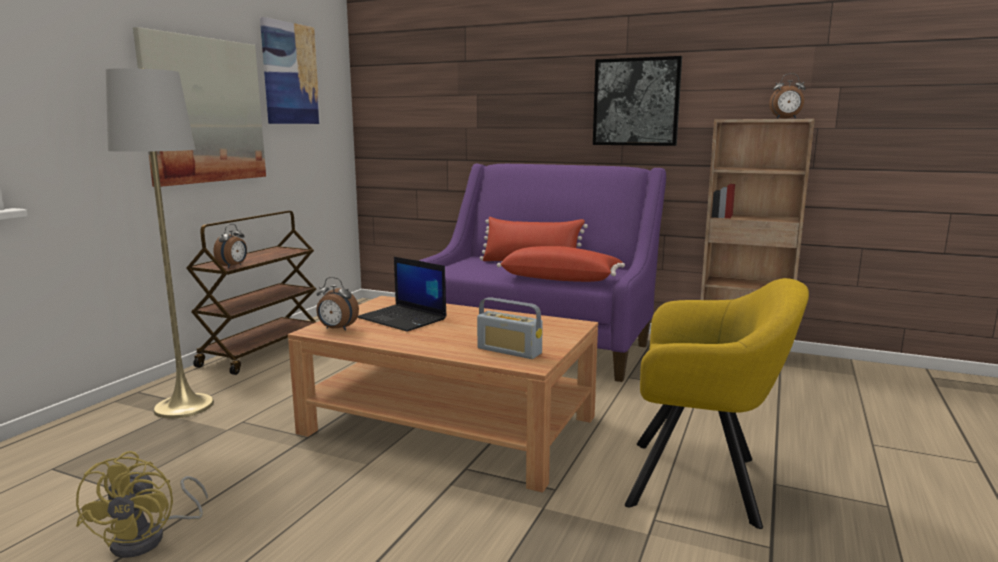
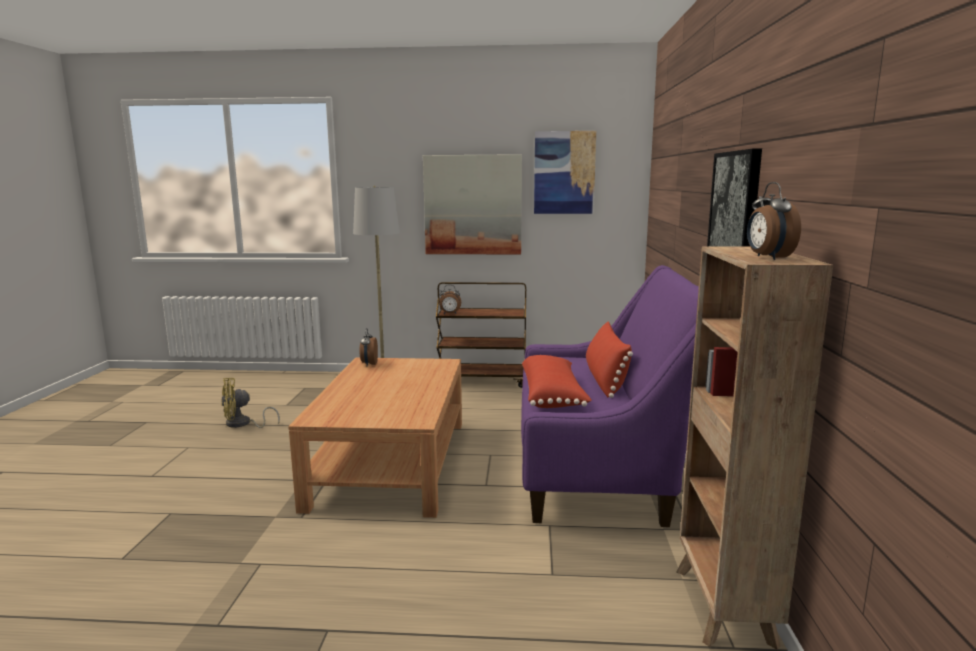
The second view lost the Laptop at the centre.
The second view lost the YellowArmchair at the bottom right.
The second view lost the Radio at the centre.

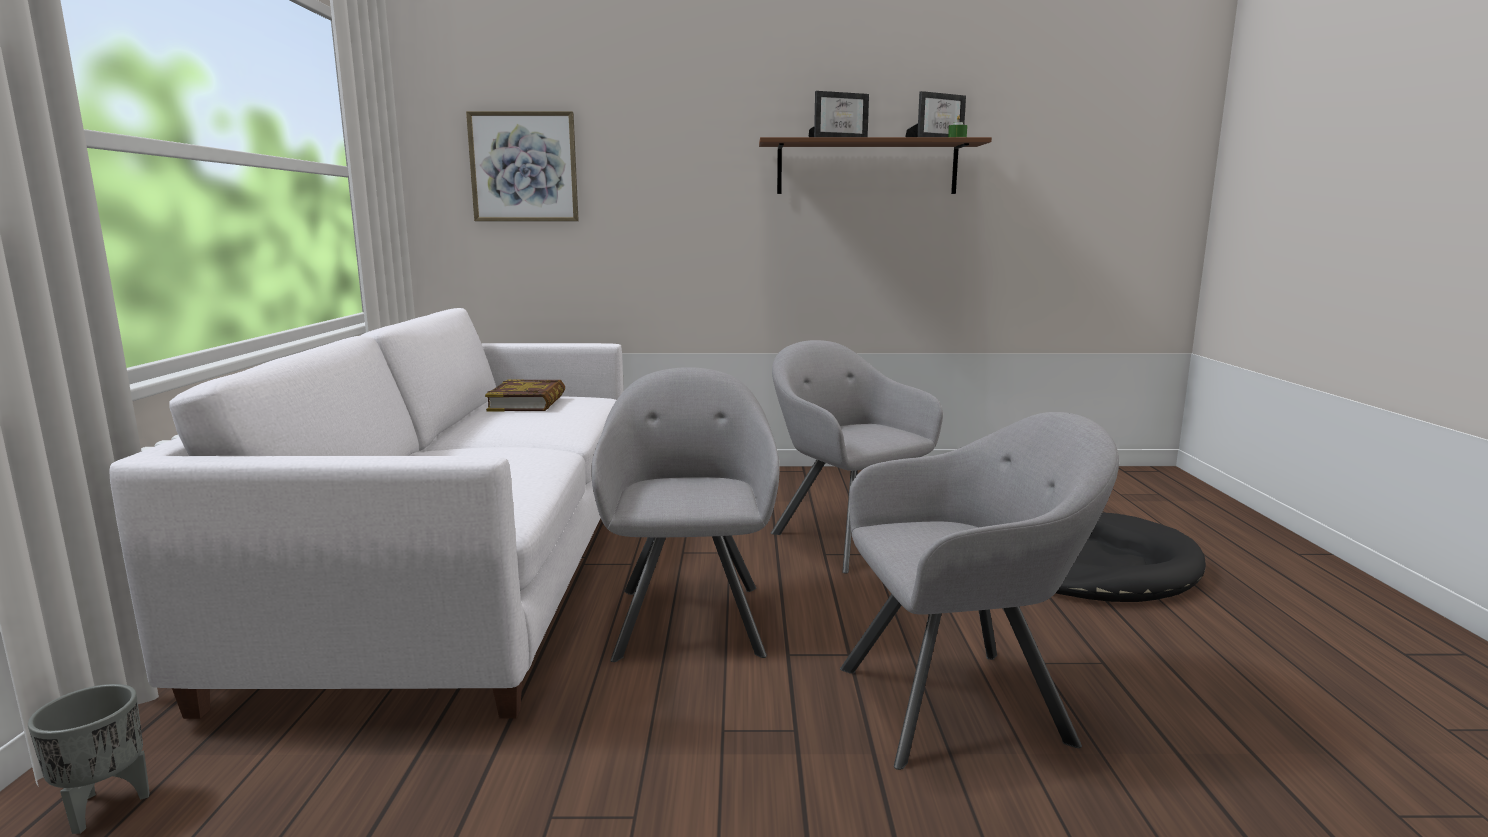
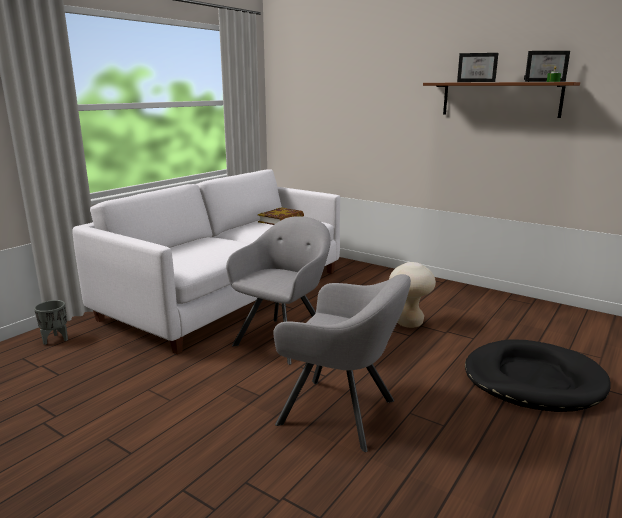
The second view lost the Picture at the top centre.
Where the GreyArmchair (2nd from left) stood at the centre, the BeigeStool came to stand at the centre.

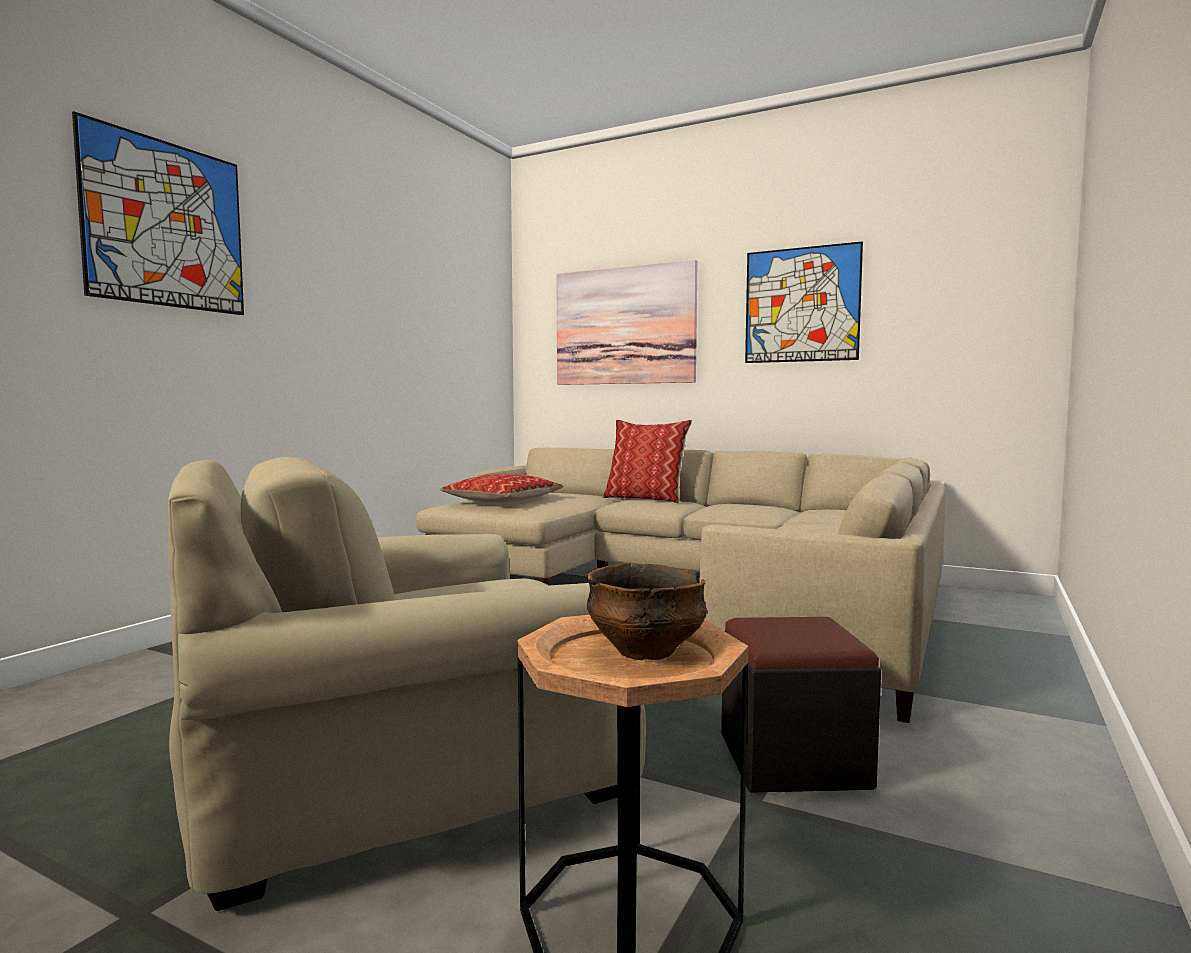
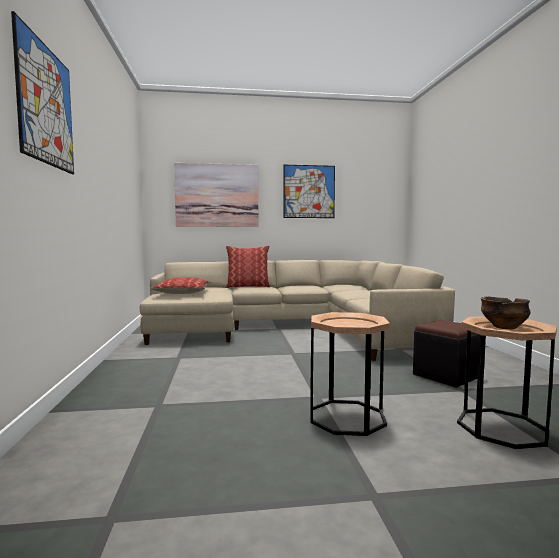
Where the BeigeArmchair stood at the bottom centre, the BrownSideTable (1st from left) came to stand at the bottom centre.

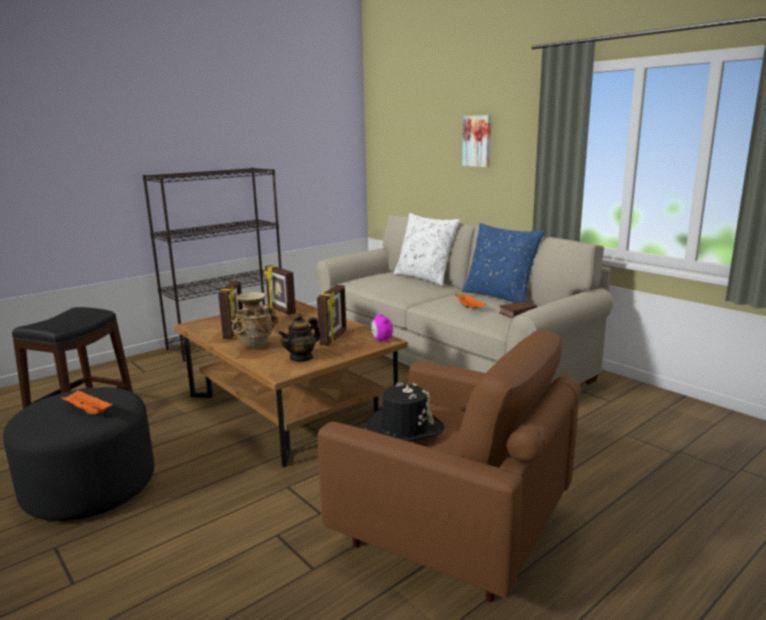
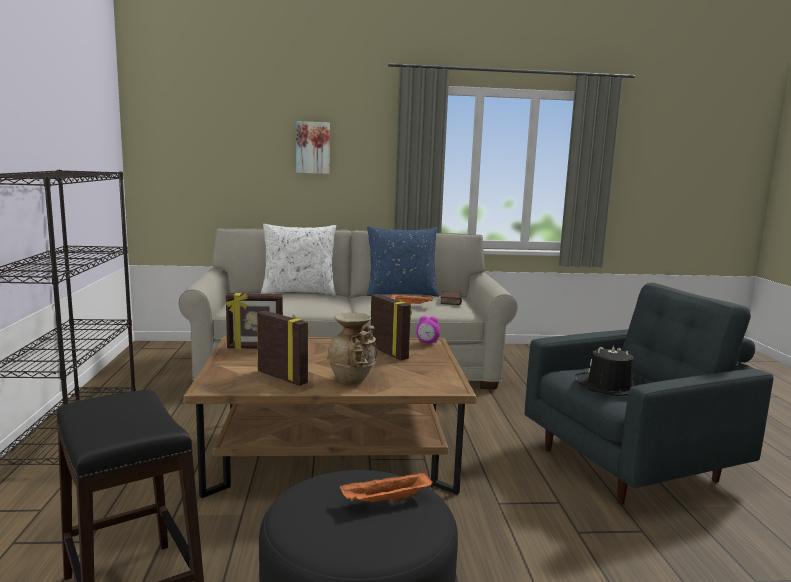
The second view lost the Teapot at the centre.
What was the BrownArmchair at the bottom centre turned into the GreyArmchair at the bottom right.

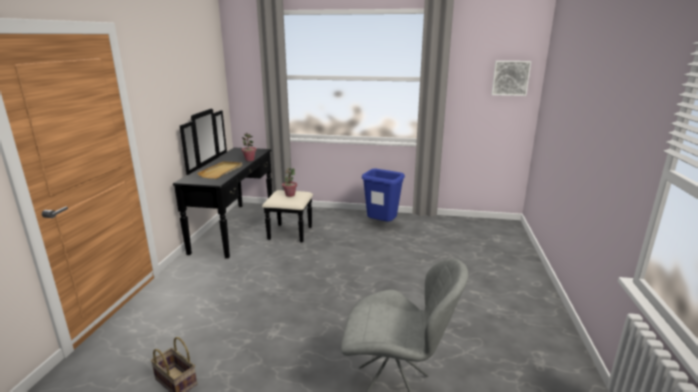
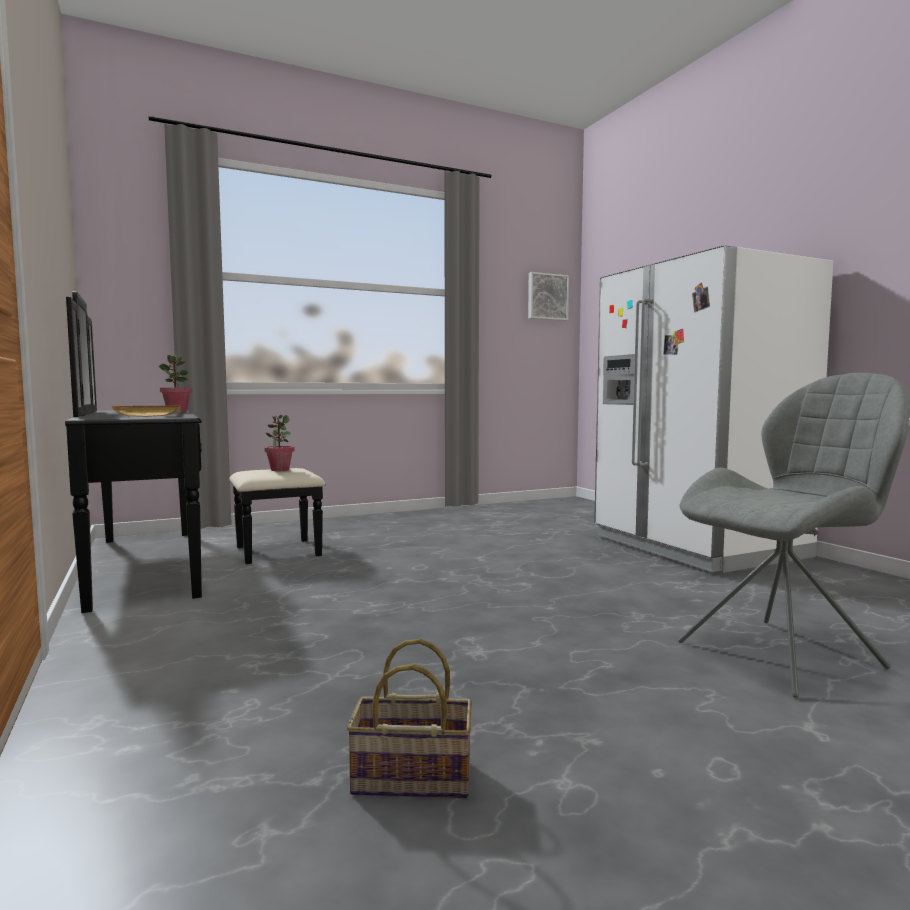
The second view lost the BlueTrashCan at the centre.
The second view gained the WhiteFridge at the middle right.

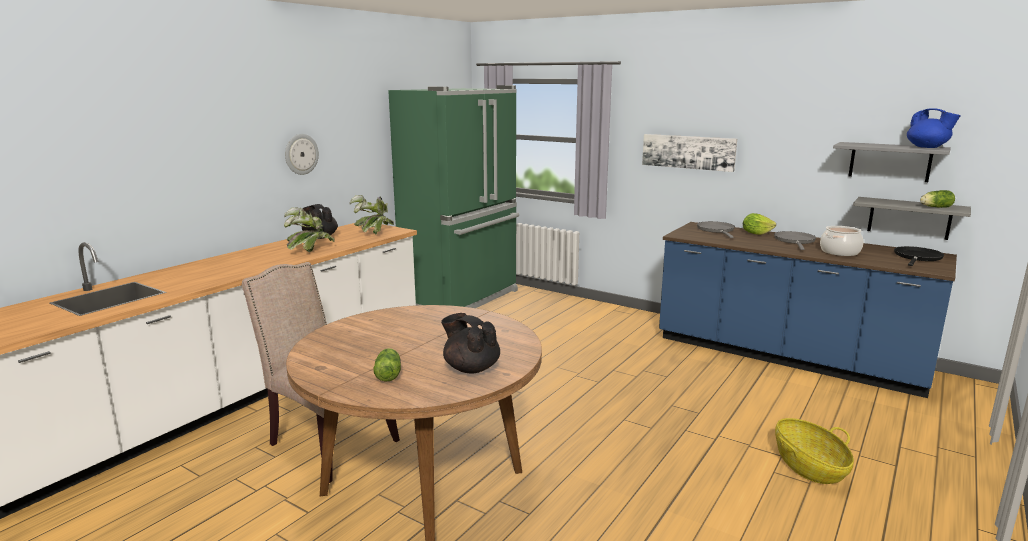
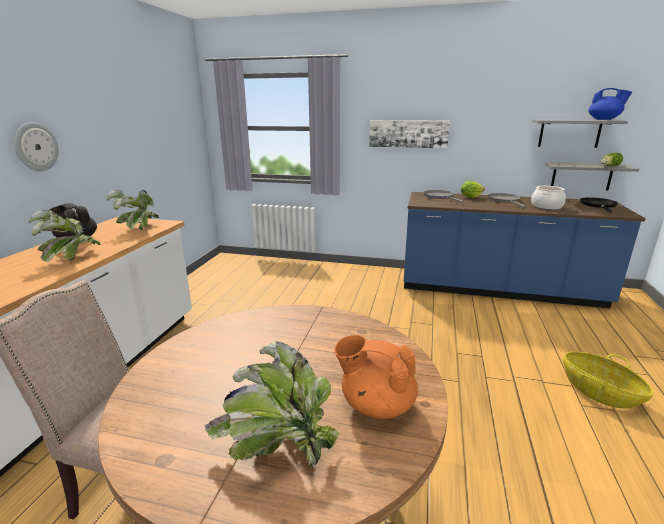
The second view lost the GreenFridge at the centre.
What was the BlackTeapot (2nd from left) at the centre turned into the OrangeTeapot at the bottom centre.
Where the Lettuce (1st from left) stood at the bottom centre, the PottedPlant (3rd from left) came to stand at the bottom centre.

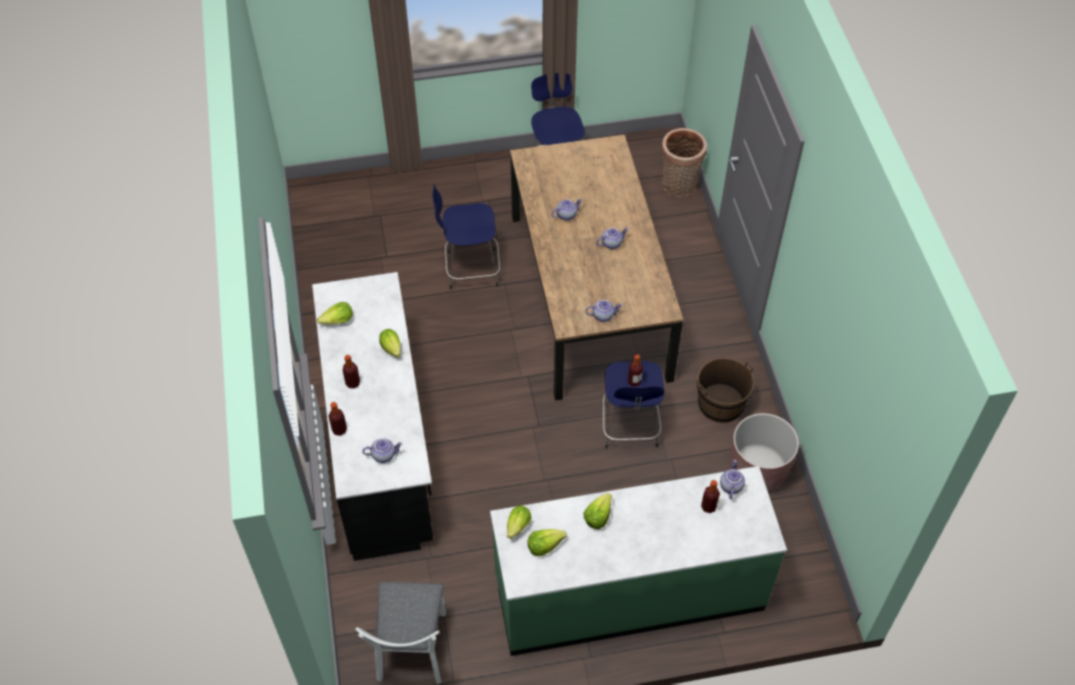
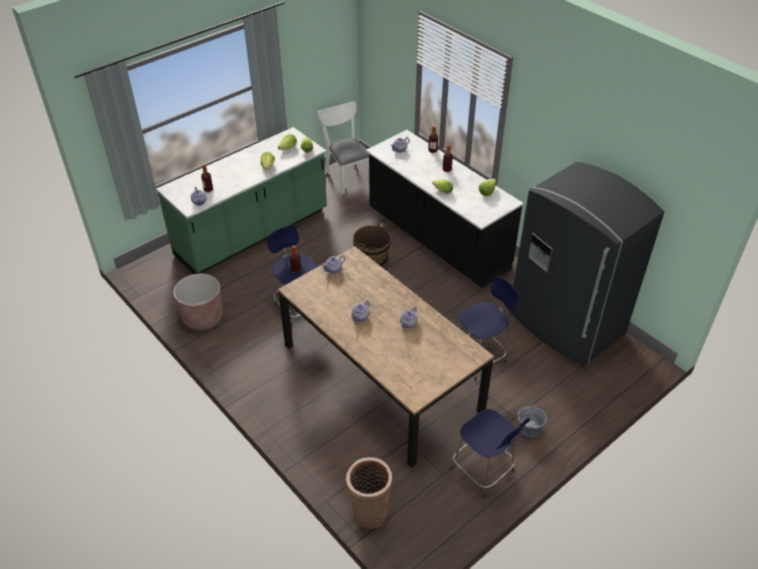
The BrownBucket ended up elsewhere, having gone from the middle right to the centre.
The second view gained the GreyFridge at the middle right.
The second view gained the GreyBucket at the bottom right.

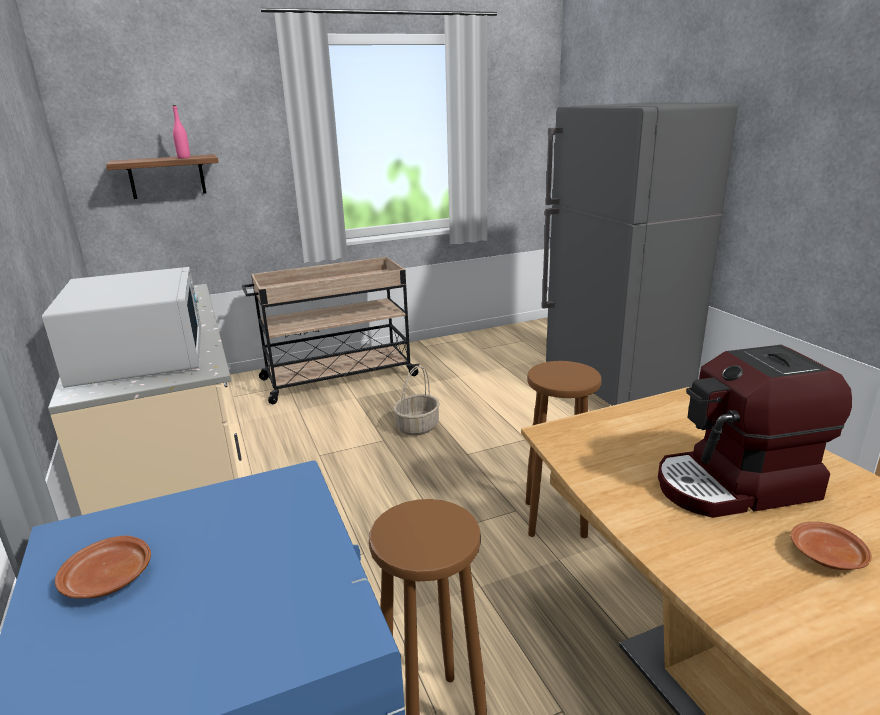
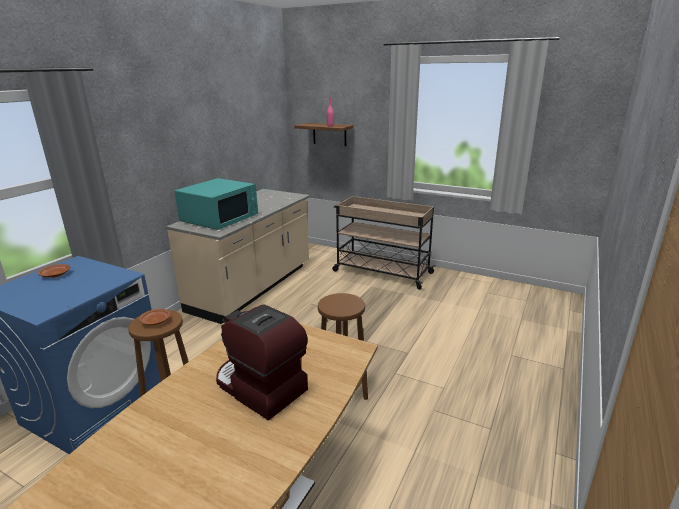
The second view lost the GreyFridge at the middle right.
What was the WhiteMicrowave at the middle left turned into the TurquoiseMicrowave at the middle left.
The second view lost the Basket at the centre.
The BrownPlate (2nd from left) ended up elsewhere, having gone from the bottom right to the middle left.

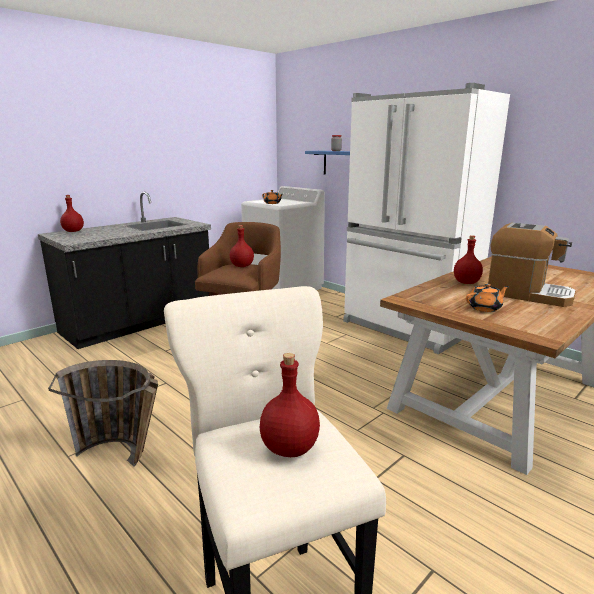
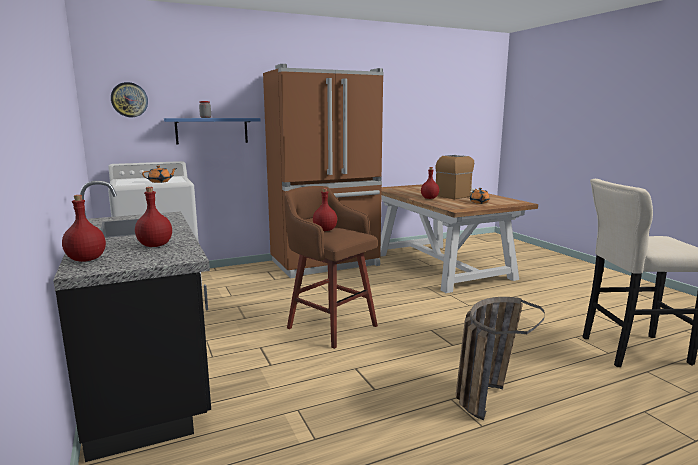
What was the WhiteFridge at the middle right turned into the BrownFridge at the centre.
The RedBottle (3rd from left in the first image) ended up elsewhere, having gone from the bottom centre to the middle left.
The second view gained the WallClock at the top left.

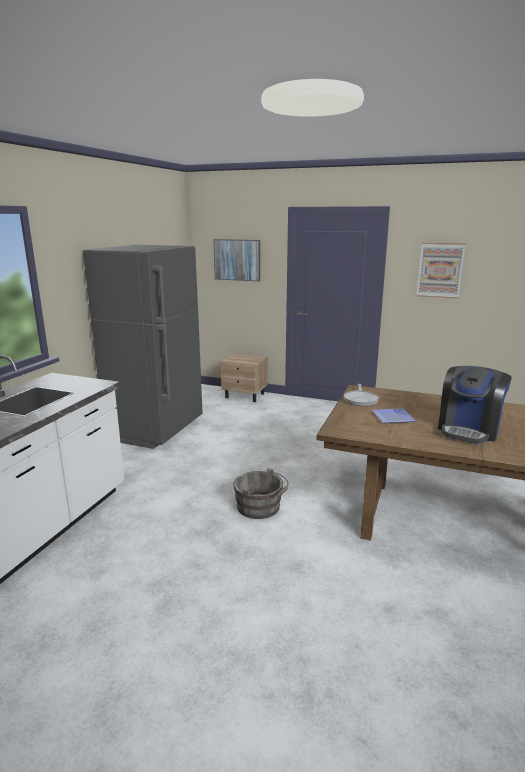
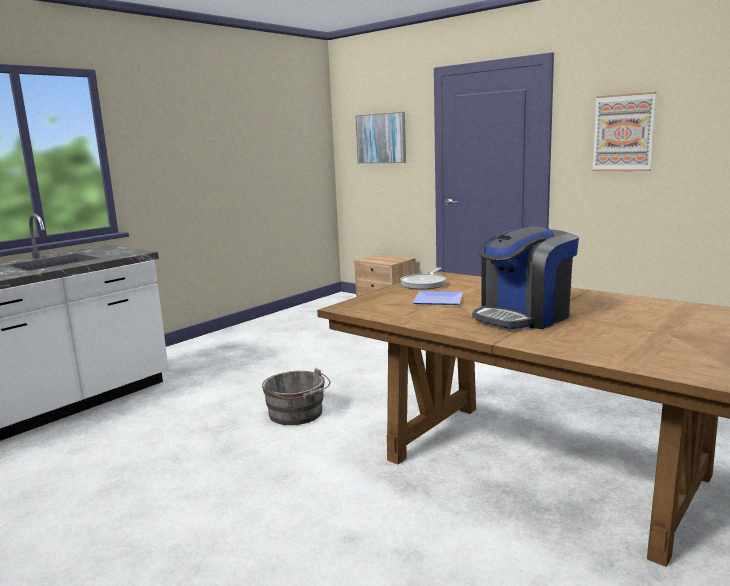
The second view lost the GreyFridge at the middle left.

